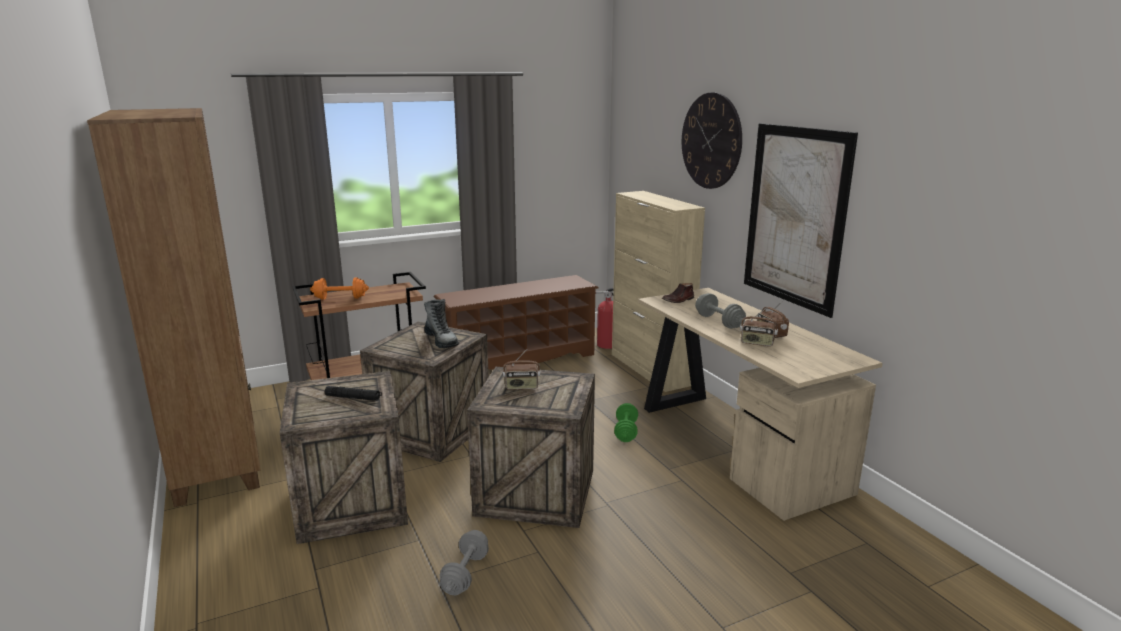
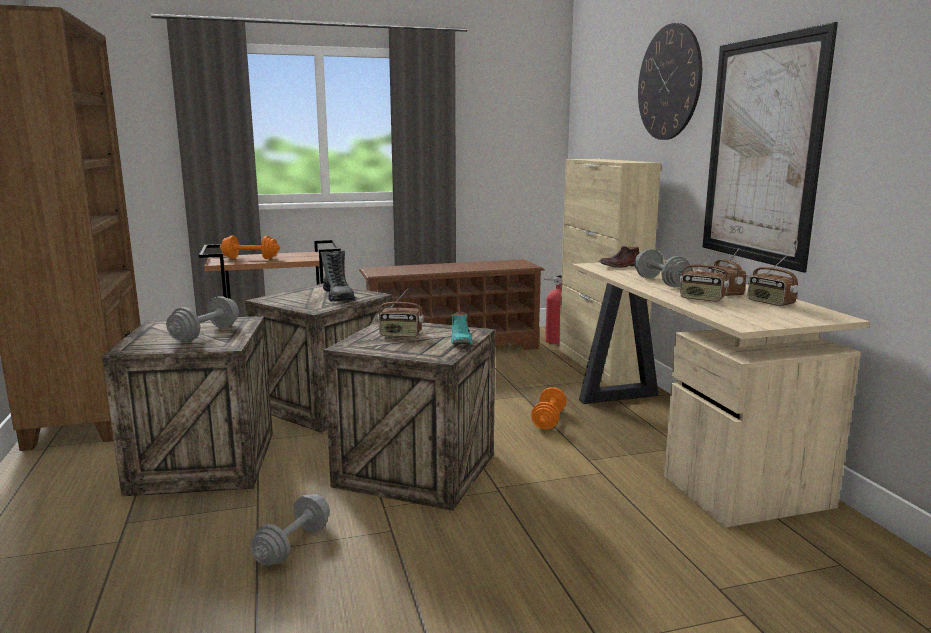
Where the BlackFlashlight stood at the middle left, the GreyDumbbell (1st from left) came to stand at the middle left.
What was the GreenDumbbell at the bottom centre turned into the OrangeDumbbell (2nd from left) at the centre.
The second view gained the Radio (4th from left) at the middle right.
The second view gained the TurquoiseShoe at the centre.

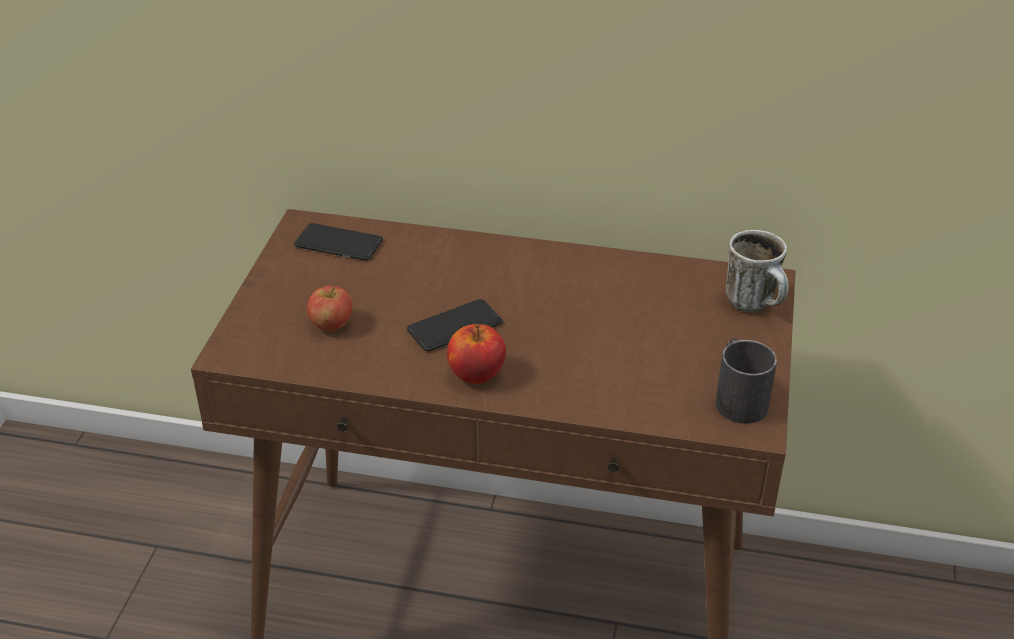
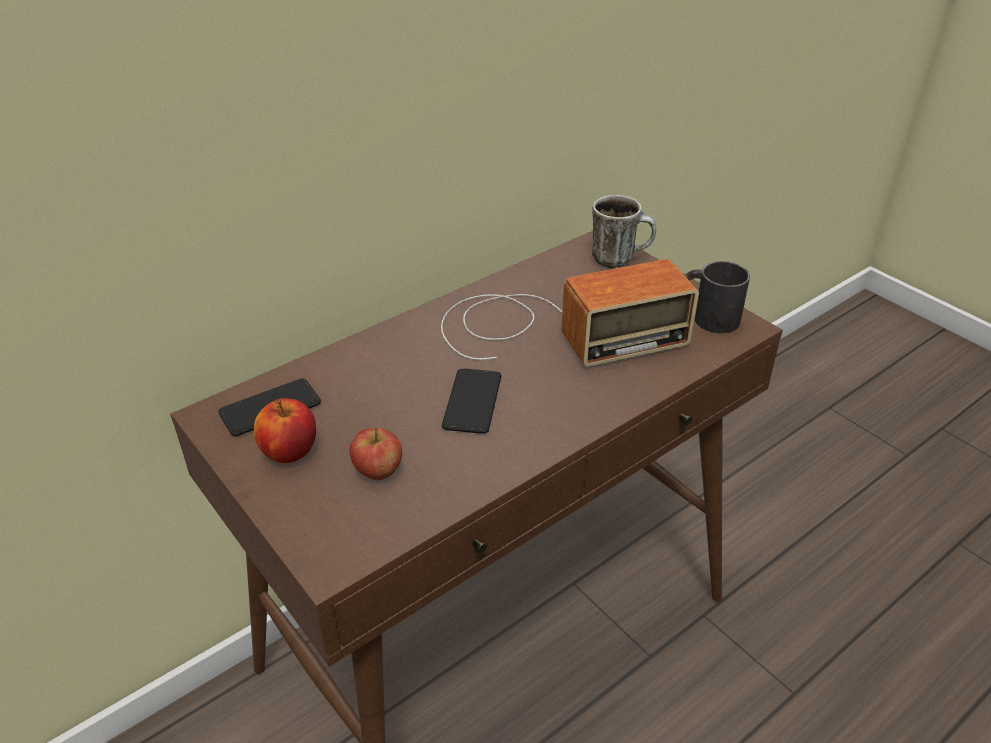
The Apple (2nd from left in the first image) ended up elsewhere, having gone from the centre to the middle left.
The second view gained the Radio at the centre.

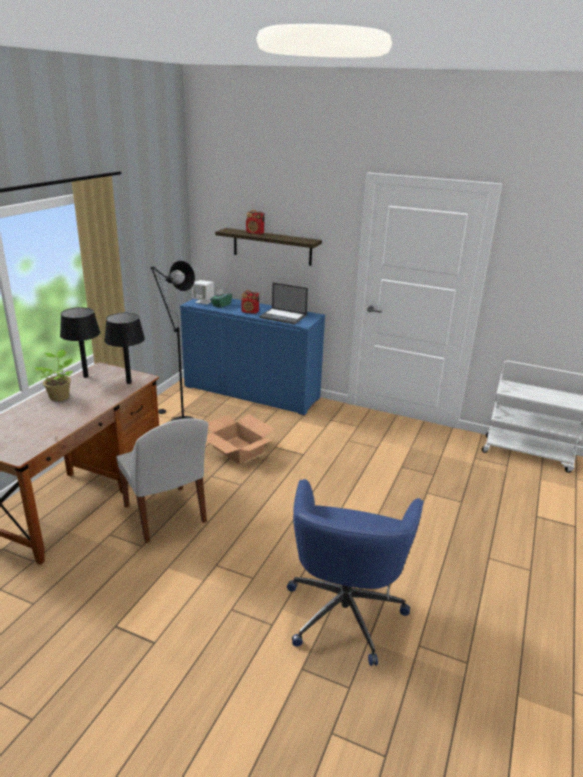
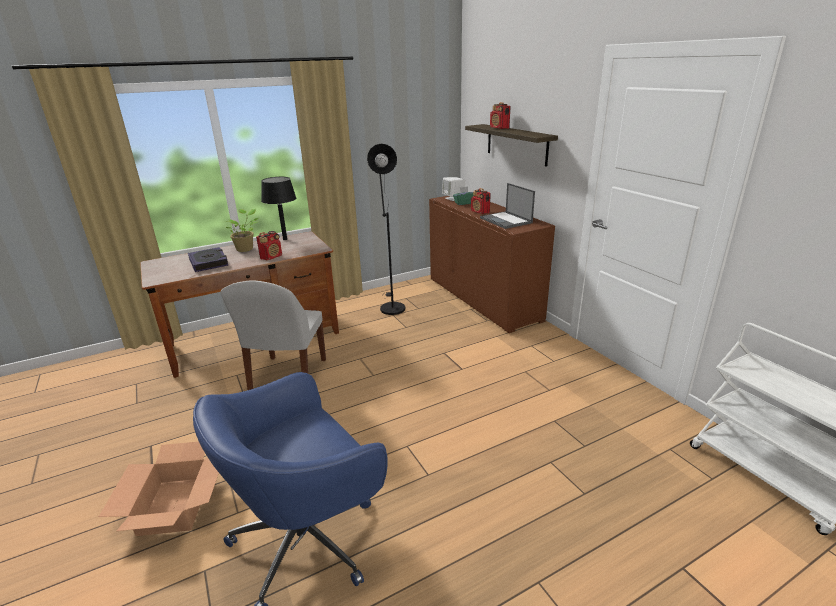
What was the BlueCabinet at the centre turned into the BrownCabinet at the centre.
The second view lost the BlackTableLamp (2nd from left) at the middle left.
The CardboardBox ended up elsewhere, having gone from the centre to the bottom left.
The second view gained the Radio (1st from left) at the middle left.
The second view gained the Book at the middle left.

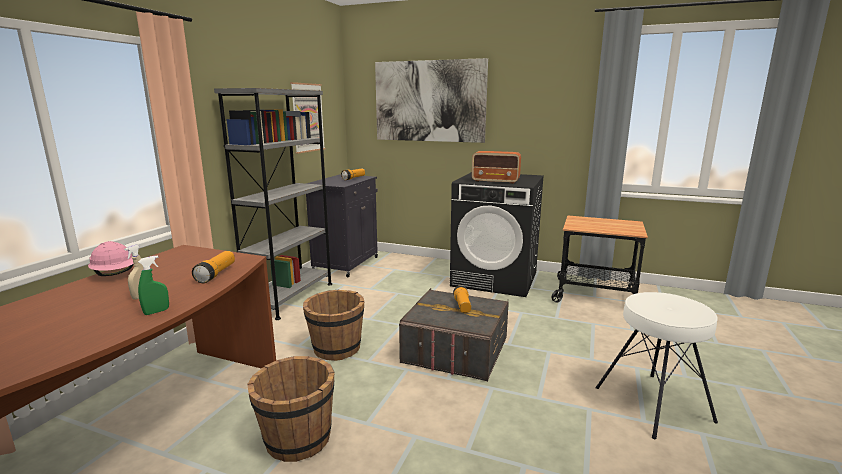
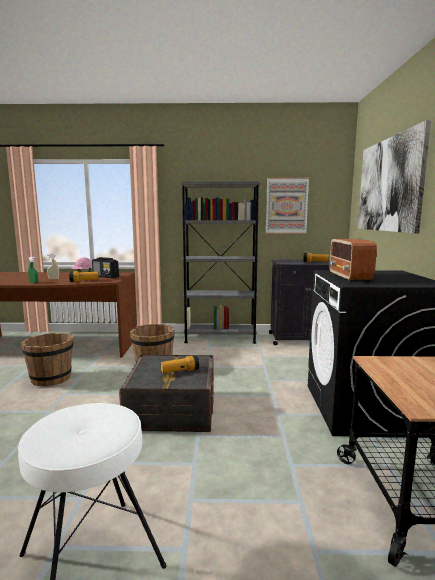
The second view gained the Radio (1st from left) at the middle left.

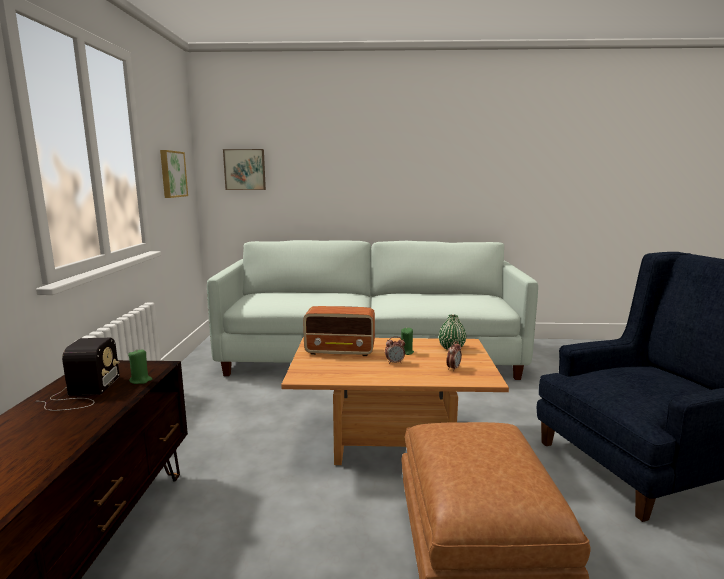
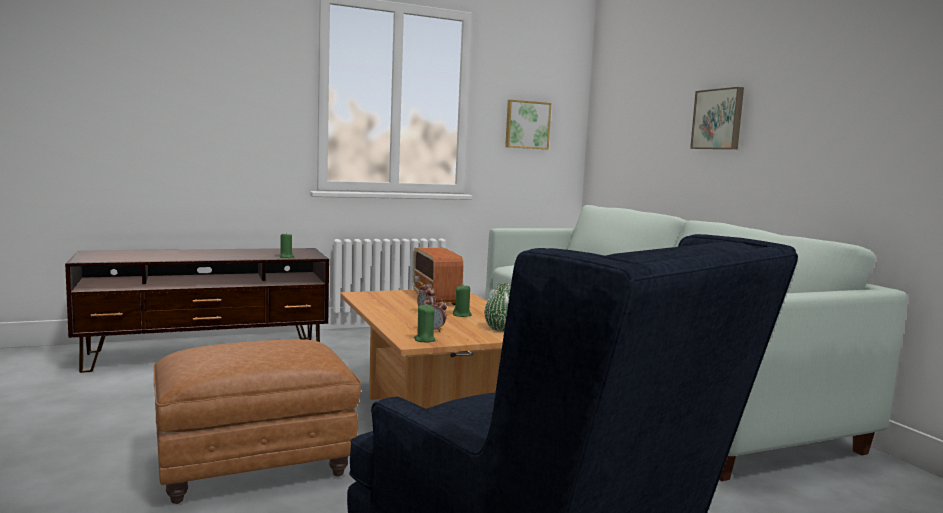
The Picture (2nd from left) ended up elsewhere, having gone from the top centre to the top right.
The second view lost the Radio (1st from left) at the middle left.
The second view gained the GreenCandle (2nd from left) at the centre.

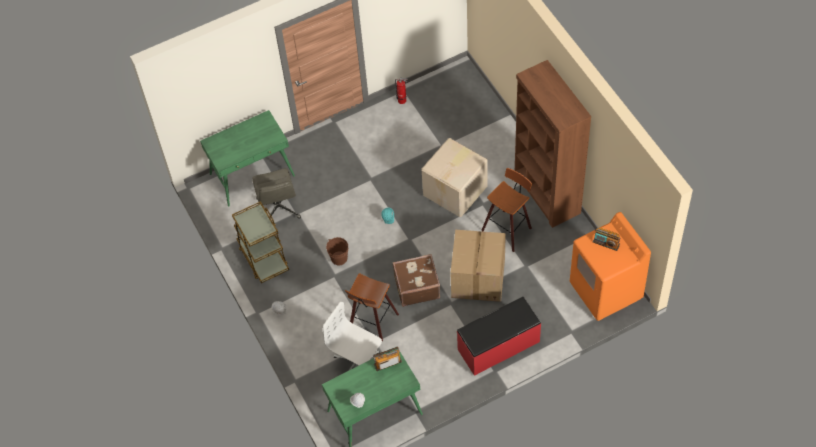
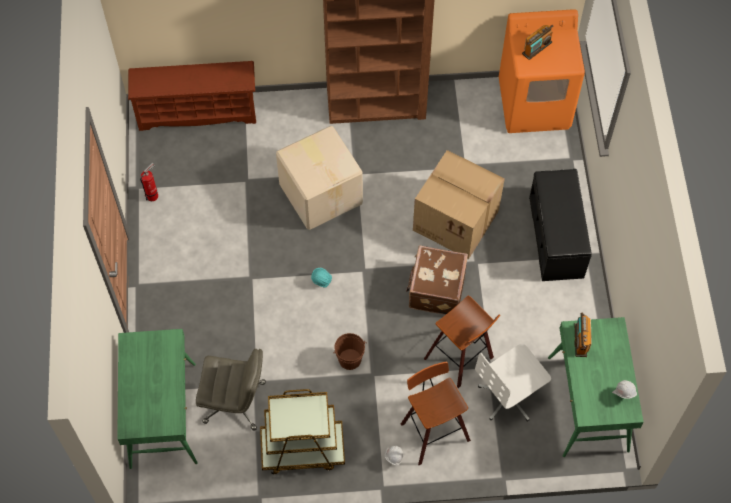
The Stool (2nd from left in the first image) ended up elsewhere, having gone from the centre to the bottom centre.
What was the RedBench at the bottom centre turned into the BlackBench at the middle right.
The second view gained the BrownShoeRack at the top left.

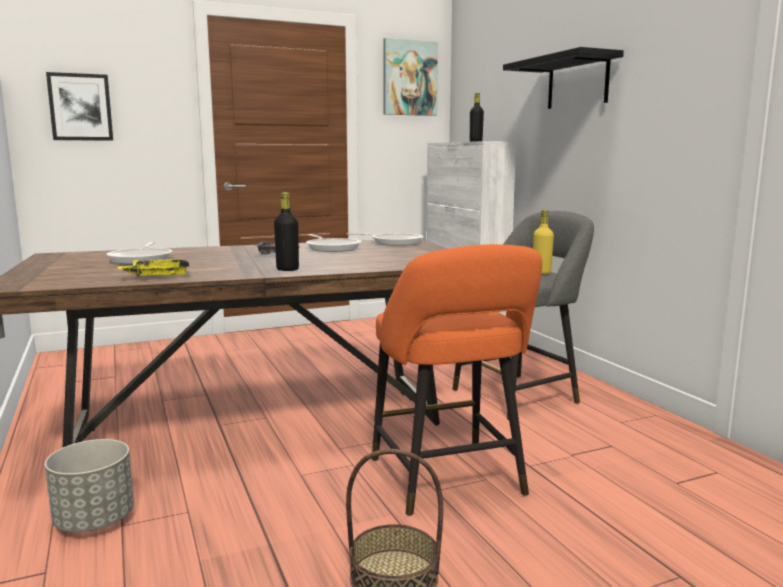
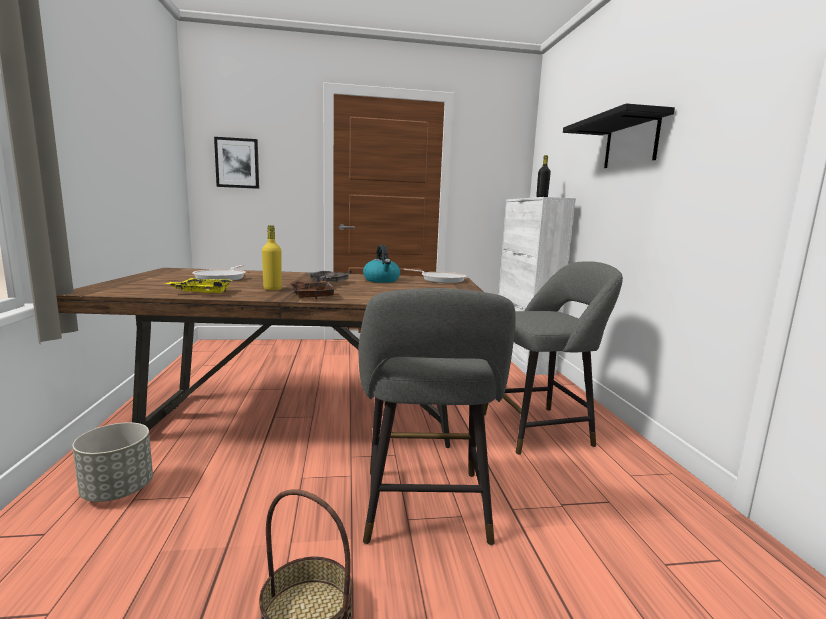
The second view lost the Picture (2nd from left) at the top centre.
Where the BlackBottle (1st from left) stood at the centre, the BrownTray came to stand at the centre.
The YellowBottle ended up elsewhere, having gone from the middle right to the middle left.
Where the FryingPan (2nd from left) stood at the centre, the Kettle came to stand at the centre.
What was the OrangeStool at the centre turned into the GreyStool (1st from left) at the bottom centre.

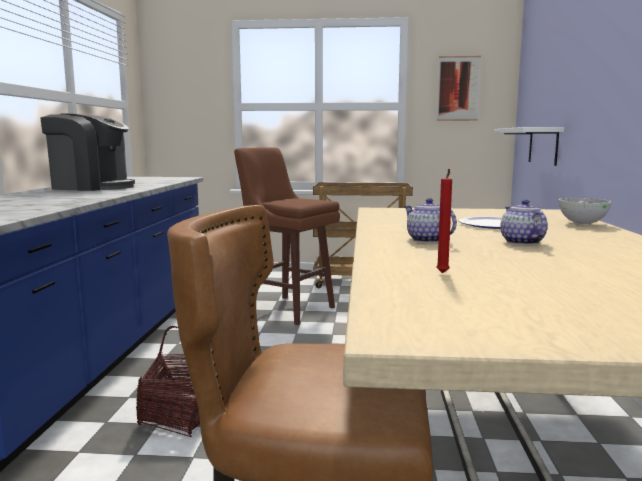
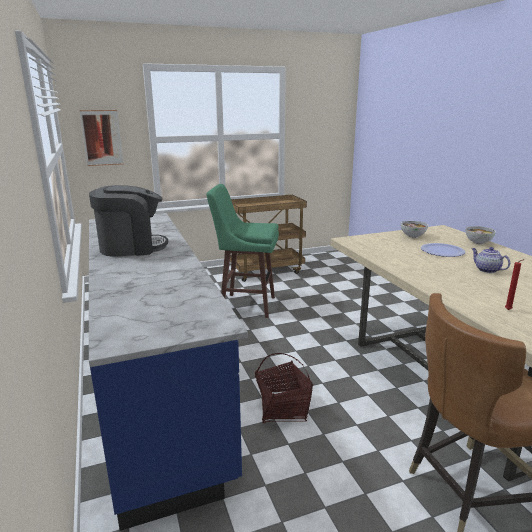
The Picture ended up elsewhere, having gone from the top right to the top left.
The second view lost the WhiteShelf at the top right.
What was the BrownStool at the centre turned into the GreenStool at the centre.
The second view lost the Teapot (1st from left) at the middle right.
The second view gained the Bowl (1st from left) at the middle right.

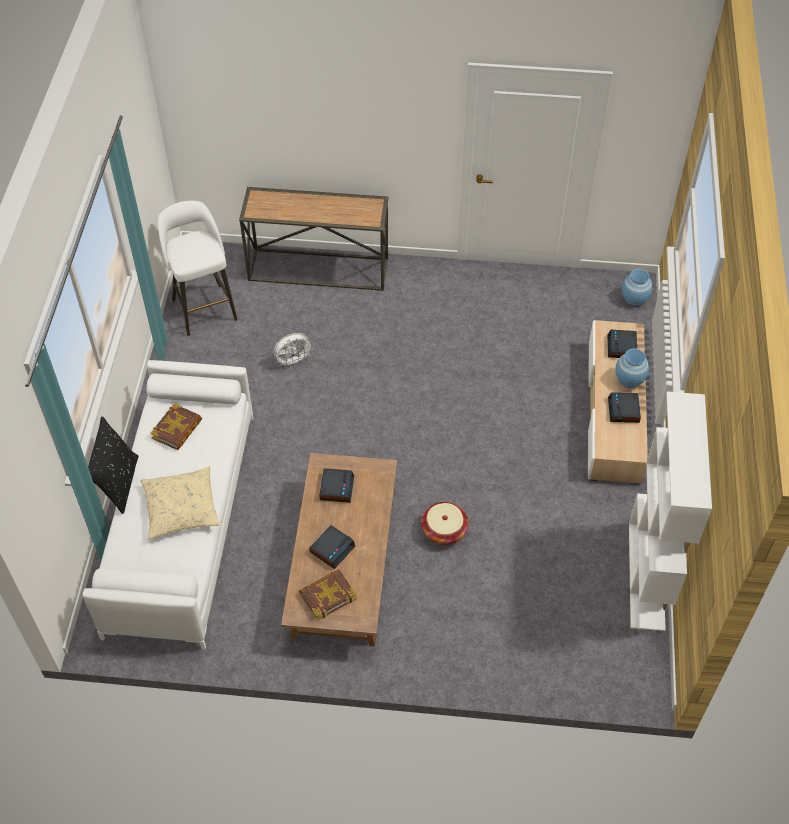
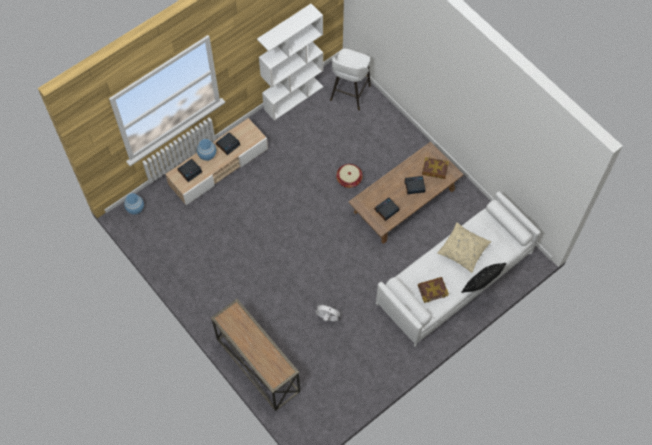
The WhiteStool ended up elsewhere, having gone from the top left to the top centre.

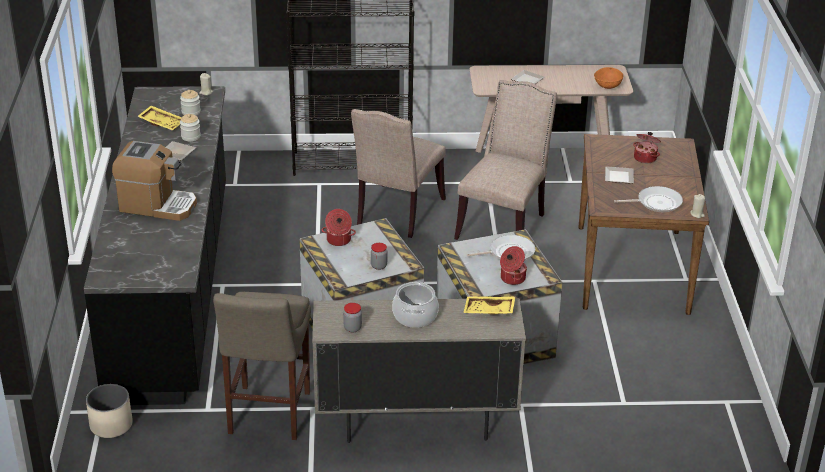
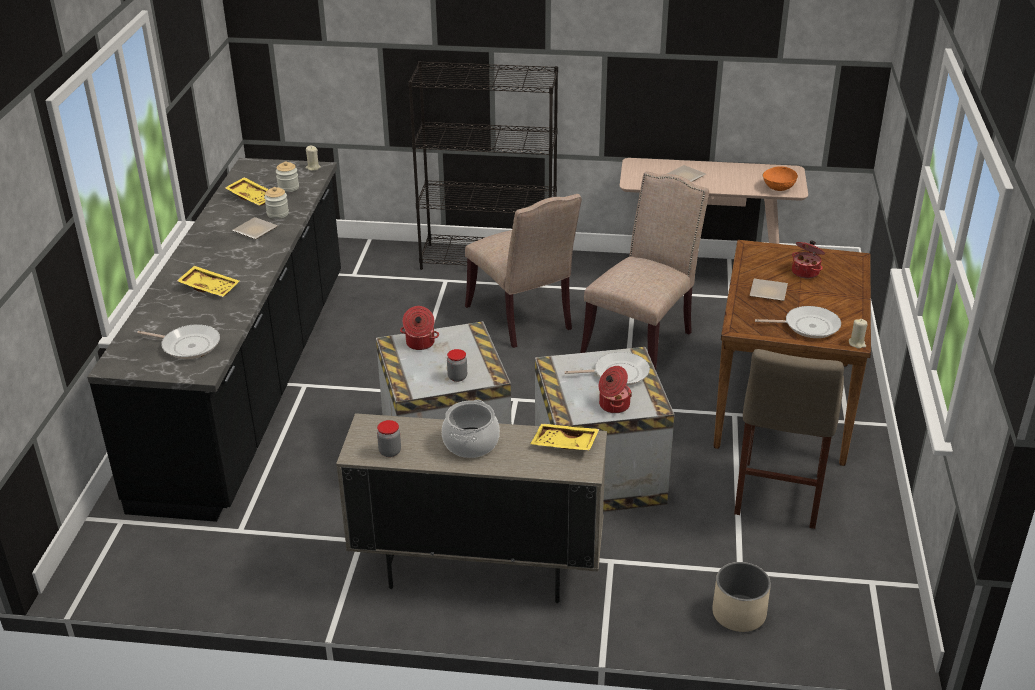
The BeigeChair (1st from left) at the centre ended up facing another way, 60 degrees counterclockwise from before.
Where the CoffeeMachine stood at the middle left, the YellowTray (1st from left) came to stand at the middle left.
The BeigeStool ended up elsewhere, having gone from the bottom left to the middle right.
The BeigePlanter ended up elsewhere, having gone from the bottom left to the bottom right.
The second view gained the FryingPan (1st from left) at the middle left.

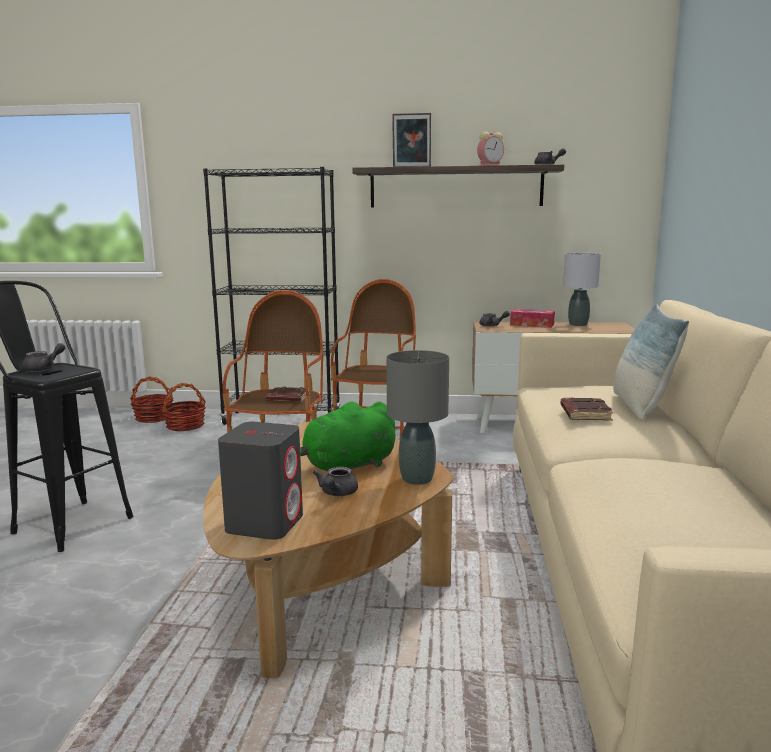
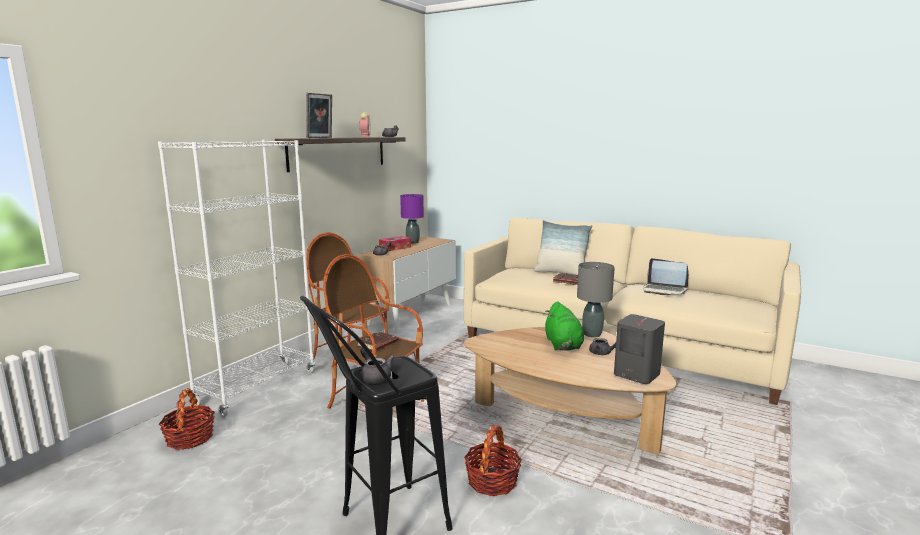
What was the BlackBookcase at the centre turned into the WhiteBookcase at the middle left.
What was the GreyTableLamp (2nd from left) at the middle right turned into the PurpleTableLamp at the centre.
The Basket (1st from left in the first image) ended up elsewhere, having gone from the middle left to the bottom centre.
The second view gained the Laptop at the middle right.

